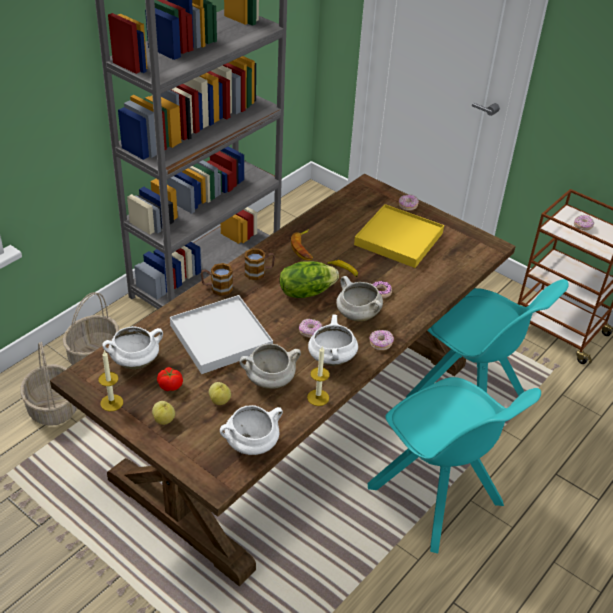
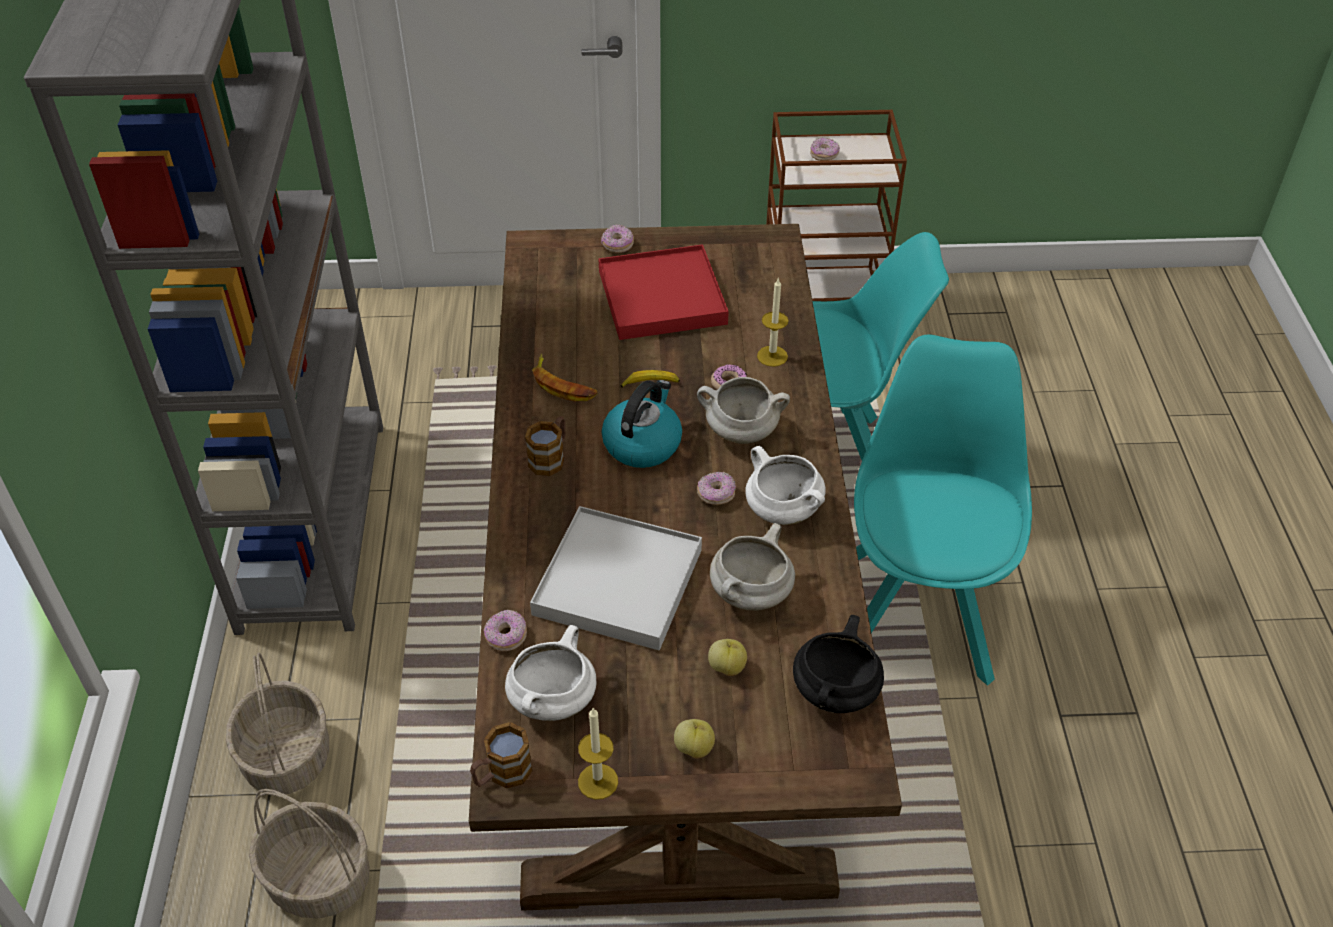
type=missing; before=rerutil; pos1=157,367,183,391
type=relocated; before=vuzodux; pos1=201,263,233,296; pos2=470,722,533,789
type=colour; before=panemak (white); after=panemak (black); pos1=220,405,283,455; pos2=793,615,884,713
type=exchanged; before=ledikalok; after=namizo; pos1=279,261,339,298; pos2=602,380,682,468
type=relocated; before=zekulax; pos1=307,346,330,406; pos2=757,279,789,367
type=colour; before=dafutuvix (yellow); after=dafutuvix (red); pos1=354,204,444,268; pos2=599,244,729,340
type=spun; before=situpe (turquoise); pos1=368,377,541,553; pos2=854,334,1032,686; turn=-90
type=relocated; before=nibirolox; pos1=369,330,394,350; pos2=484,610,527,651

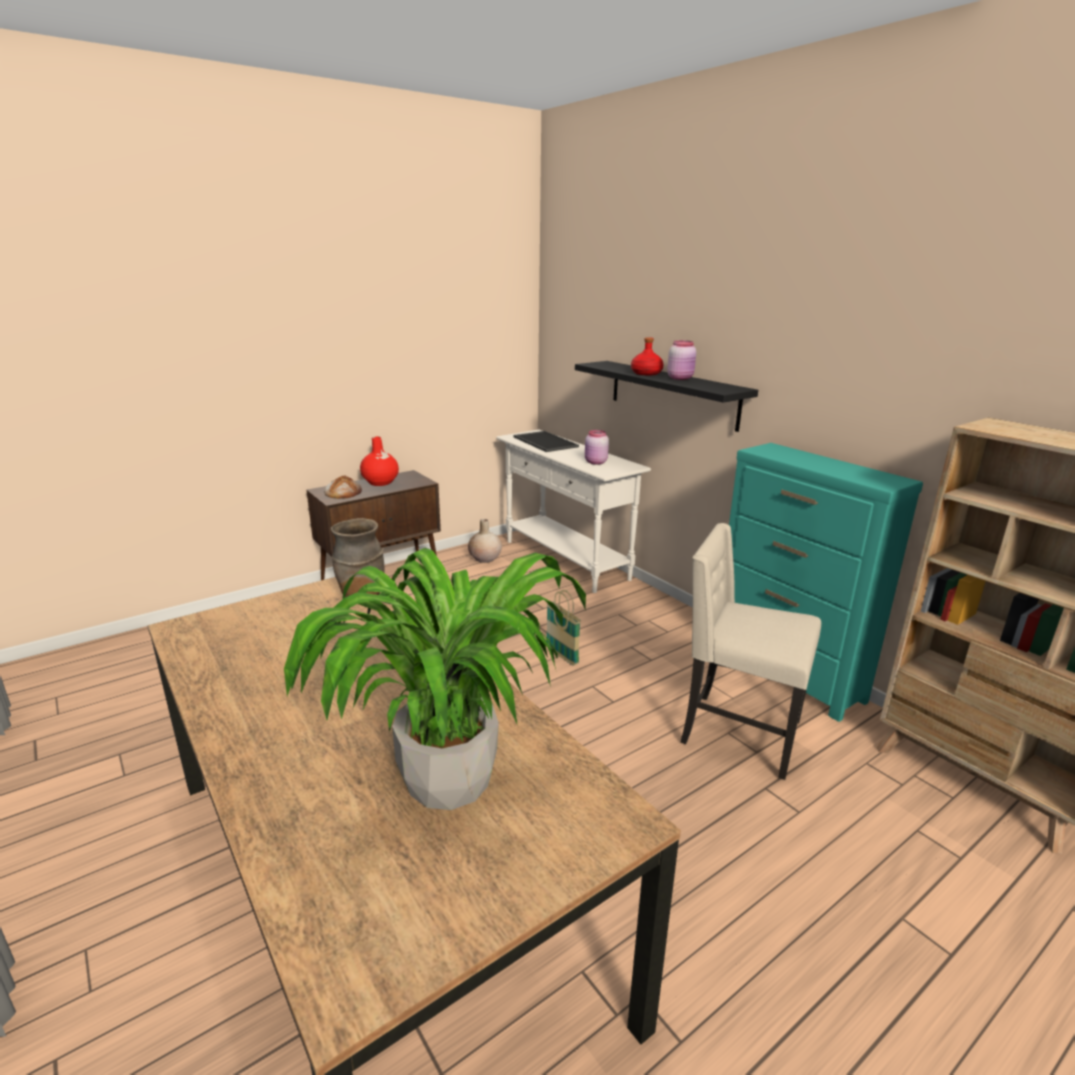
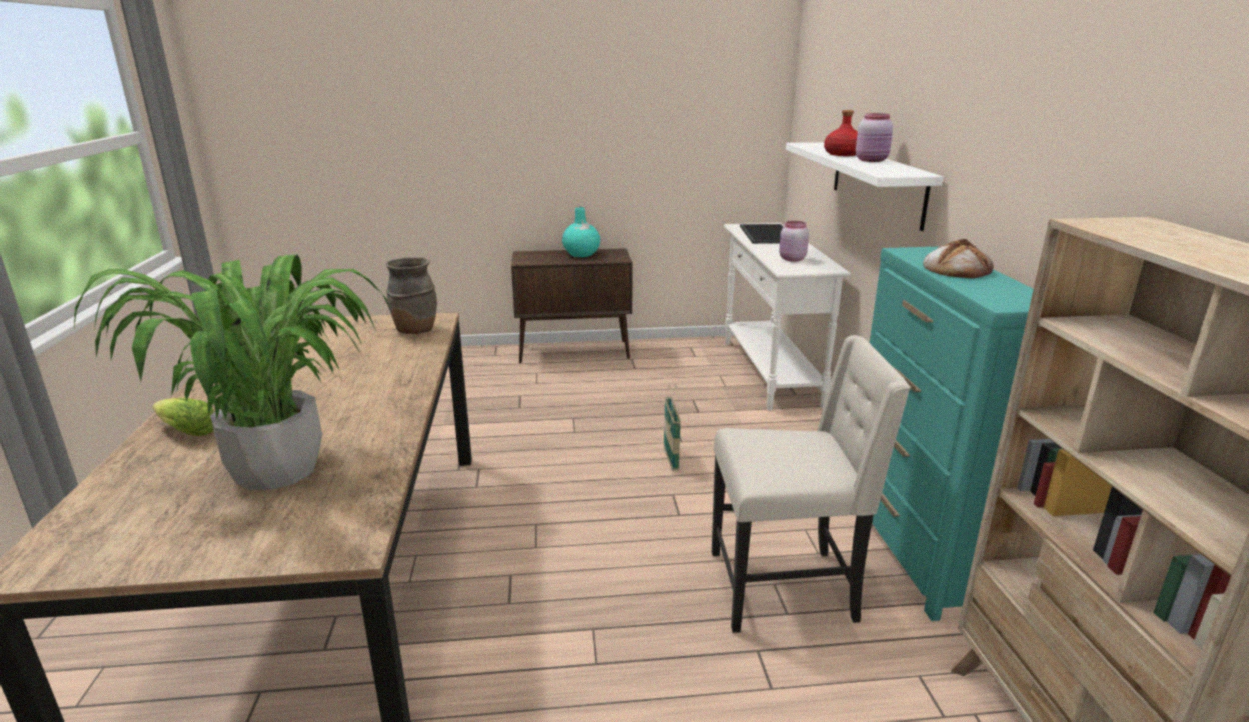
type=relocated; before=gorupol; pos1=324,476,362,499; pos2=923,239,994,278
type=colour; before=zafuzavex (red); after=zafuzavex (turquoise); pos1=360,437,399,486; pos2=562,207,600,257
type=missing; before=zafuzavex (beige); pos1=468,519,502,563
type=colour; before=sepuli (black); after=sepuli (white); pos1=575,361,758,432; pos2=786,142,943,231
type=spun; before=situpe (beige); pos1=681,523,821,780; pos2=712,335,911,633; turn=120
type=appeared; after=ledikalok; pos2=152,398,215,436

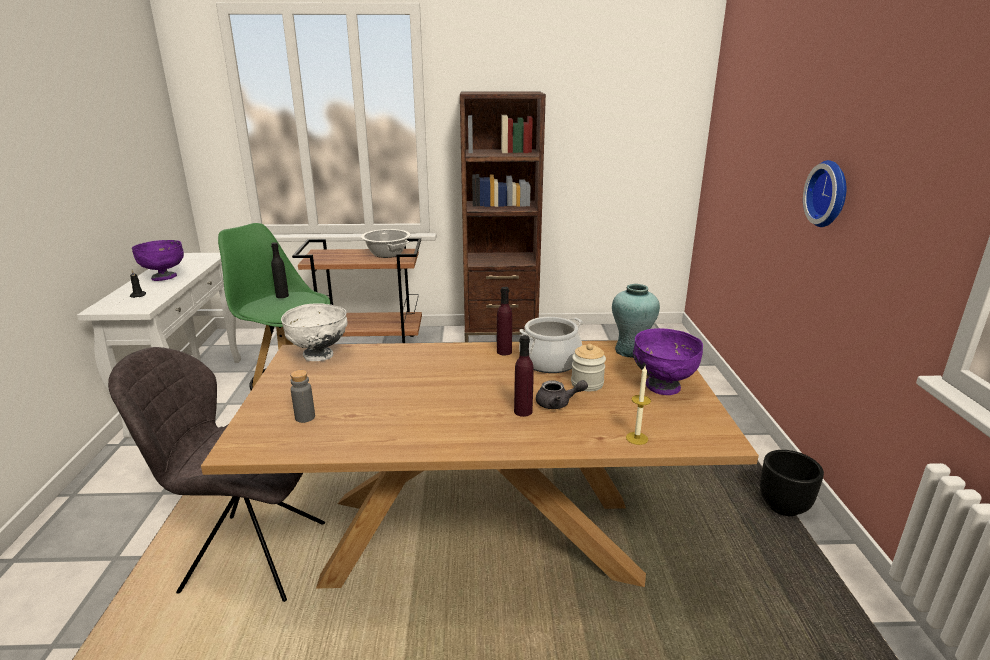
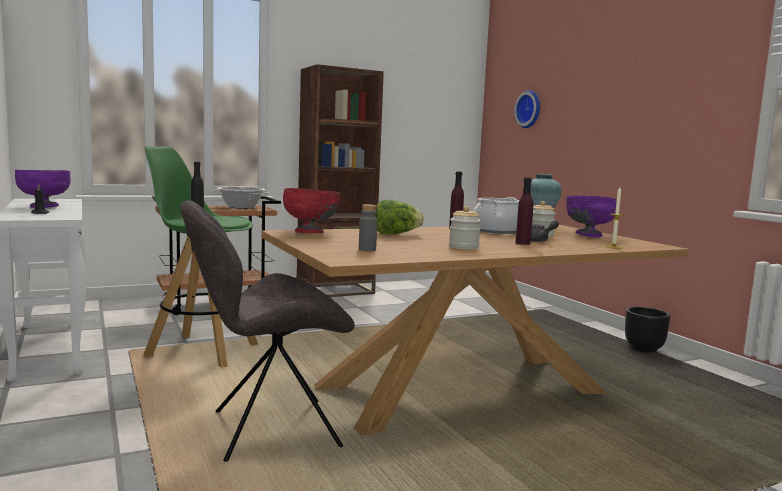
type=colour; before=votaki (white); after=votaki (red); pos1=281,303,348,361; pos2=283,188,339,233
type=relocated; before=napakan; pos1=803,160,846,227; pos2=514,90,540,128
type=appeared; after=ledikalok; pos2=375,200,424,235
type=appeared; after=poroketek; pos2=449,206,481,250

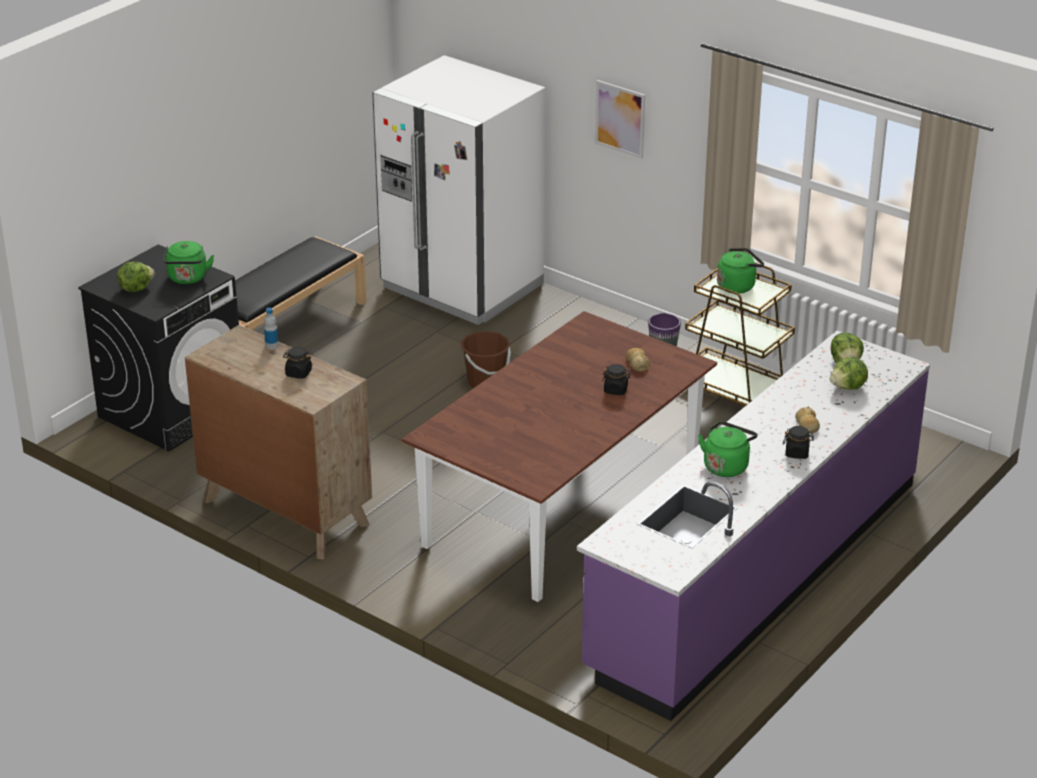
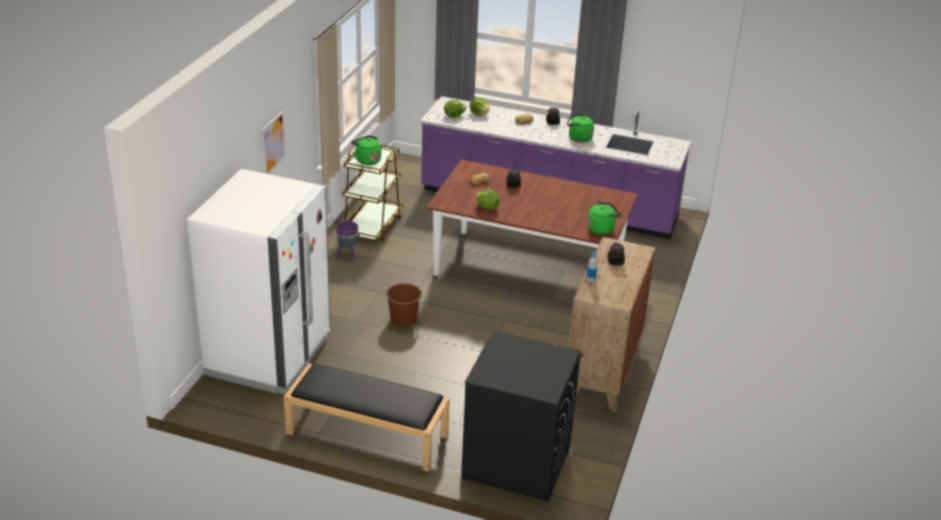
type=relocated; before=ledikalok; pos1=117,262,155,292; pos2=476,189,500,210
type=relocated; before=namizo (green); pos1=164,241,214,284; pos2=587,202,621,235

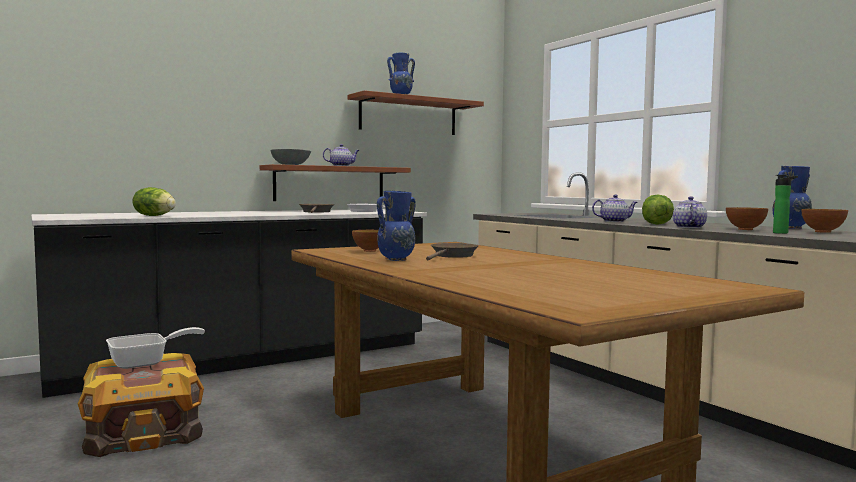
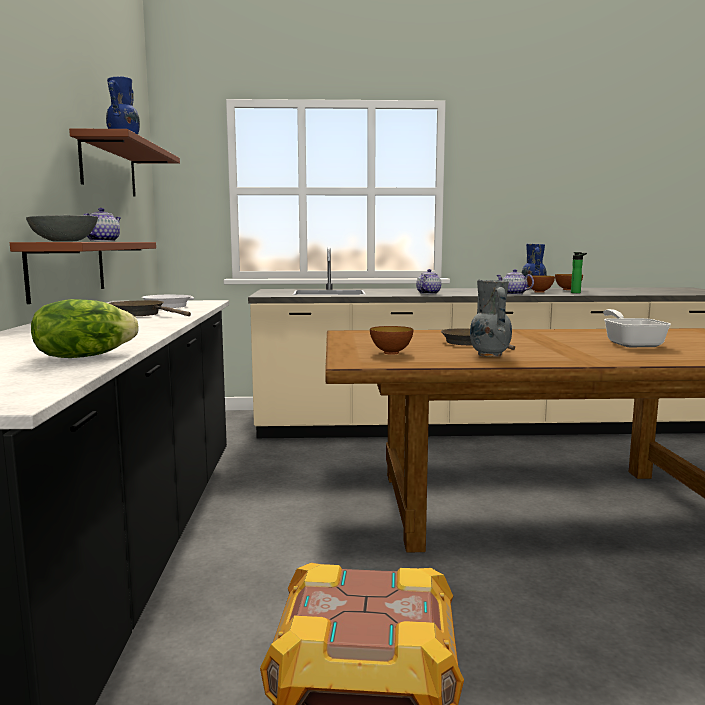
type=relocated; before=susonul; pos1=106,327,205,369; pos2=603,309,671,347
type=colour; before=zafuzavex (blue); after=zafuzavex (grey); pos1=377,191,416,261; pos2=470,280,512,357
type=missing; before=ledikalok; pos1=642,195,674,225

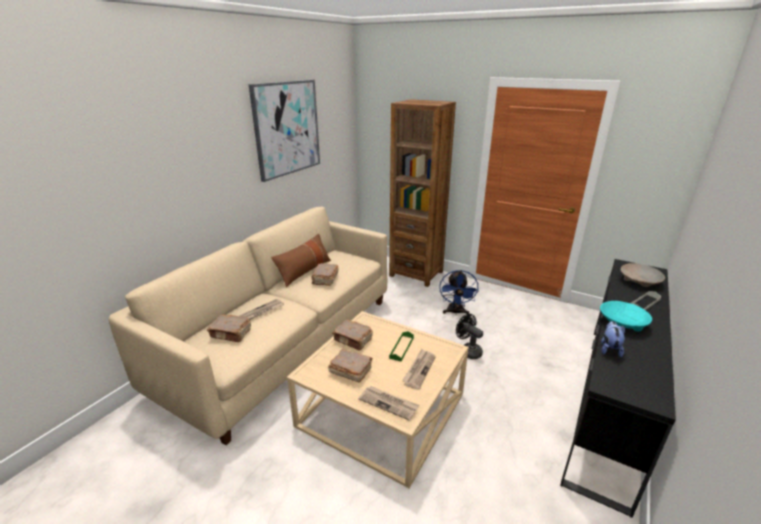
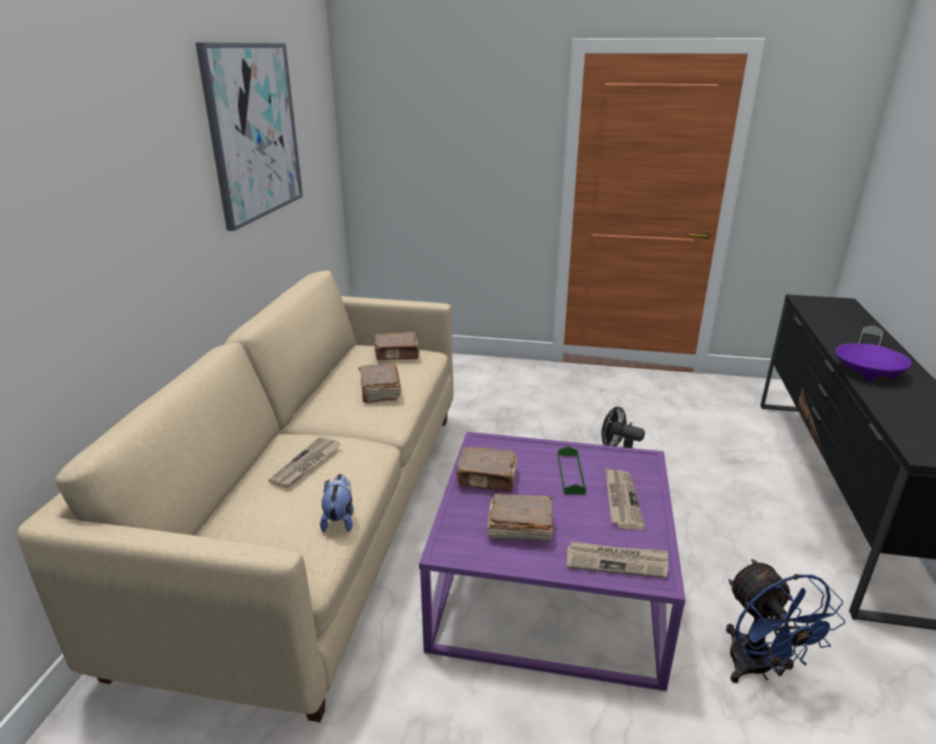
type=relocated; before=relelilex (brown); pos1=207,314,251,342; pos2=374,332,419,360
type=missing; before=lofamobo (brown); pos1=271,234,331,287
type=colour; before=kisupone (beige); after=kisupone (purple); pos1=287,311,469,488; pos2=419,432,685,691
type=missing; before=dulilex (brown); pos1=389,99,456,287
type=relocated; before=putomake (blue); pos1=439,270,479,315; pos2=726,559,845,683
type=colour; before=votaki (turquoise); after=votaki (purple); pos1=600,301,652,332; pos2=835,343,912,381
type=relocated; before=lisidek; pos1=601,321,625,358; pos2=320,474,354,532
type=missing; before=votaki (beige); pos1=621,263,665,287

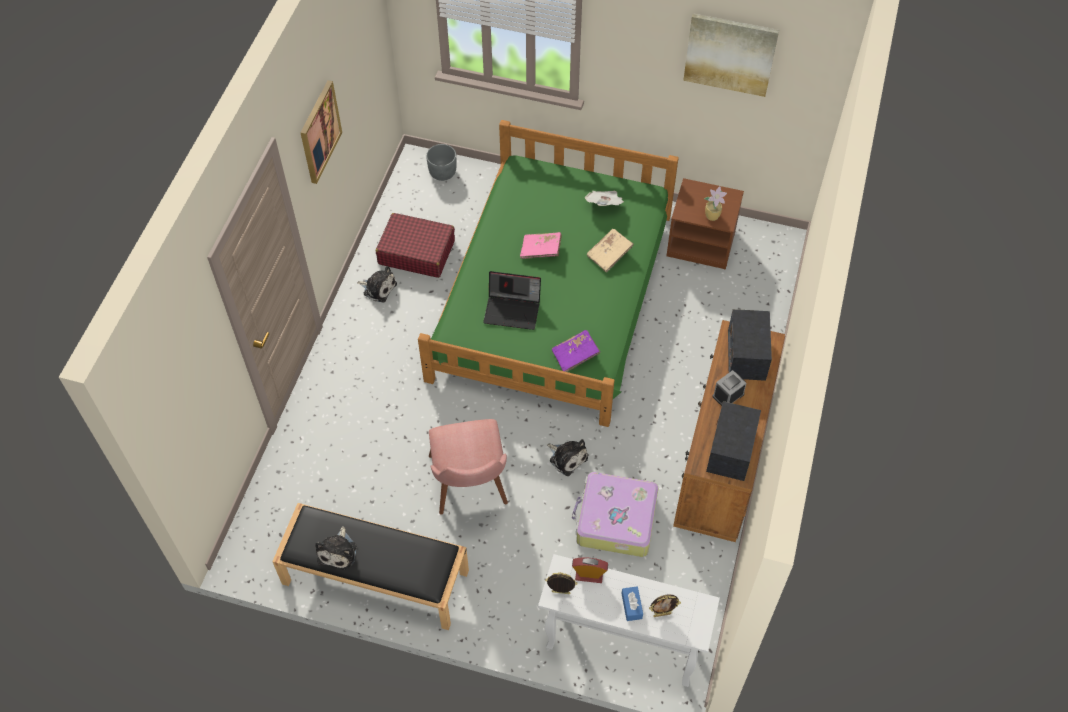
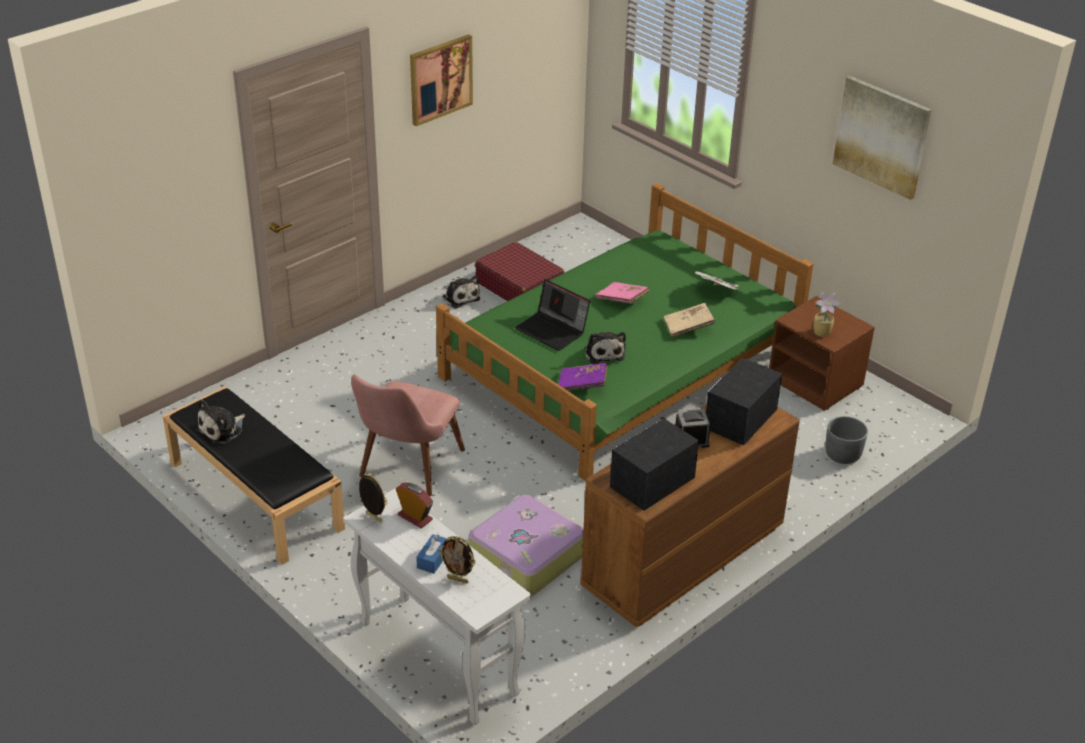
type=relocated; before=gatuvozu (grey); pos1=426,144,457,181; pos2=826,416,868,464
type=relocated; before=lisidek; pos1=547,439,588,476; pos2=584,332,626,364

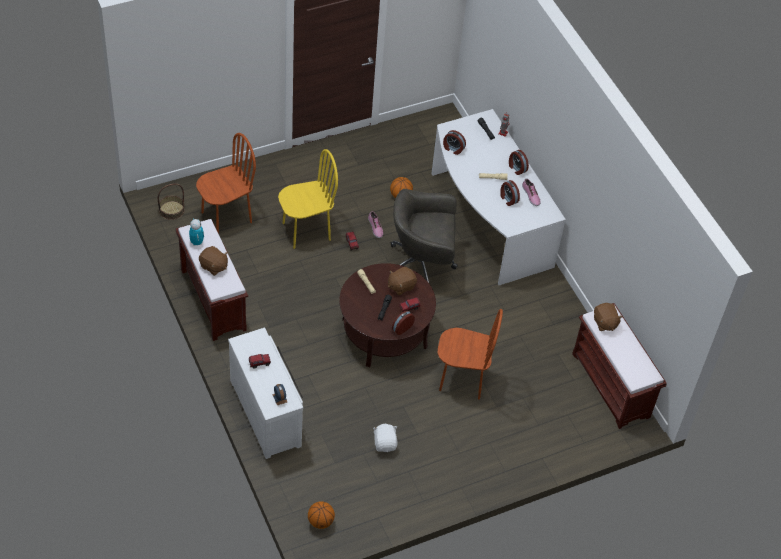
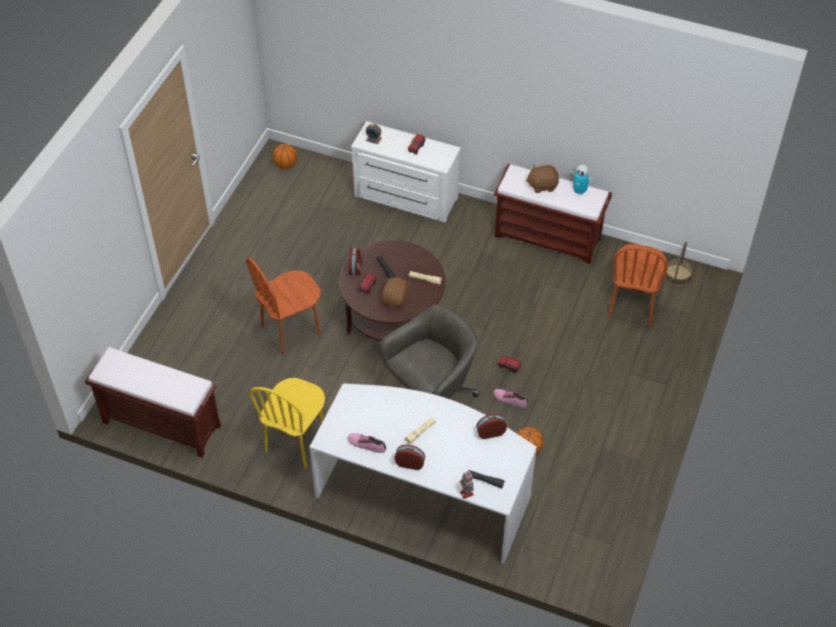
type=relocated; before=situpe (yellow); pos1=278,149,338,249; pos2=250,378,325,468
type=missing; before=lisidek (white); pos1=373,424,398,452
type=missing; before=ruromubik; pos1=500,180,520,206
type=missing; before=lisidek (brown); pos1=594,303,622,331

